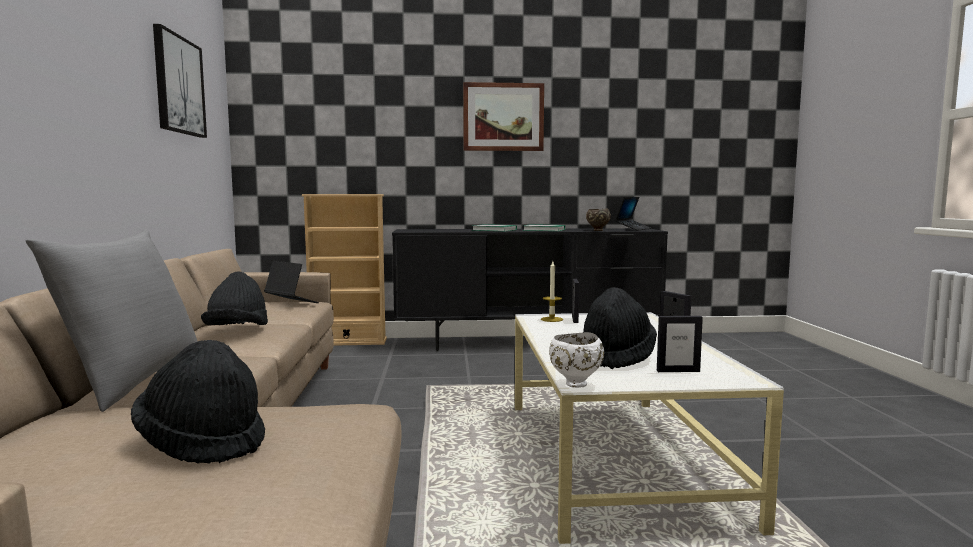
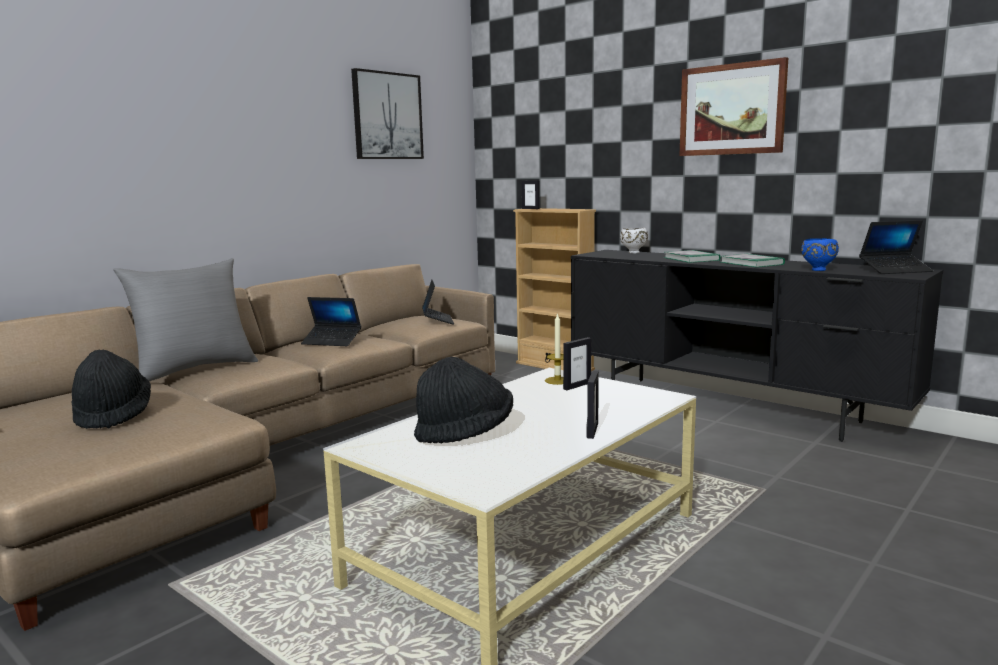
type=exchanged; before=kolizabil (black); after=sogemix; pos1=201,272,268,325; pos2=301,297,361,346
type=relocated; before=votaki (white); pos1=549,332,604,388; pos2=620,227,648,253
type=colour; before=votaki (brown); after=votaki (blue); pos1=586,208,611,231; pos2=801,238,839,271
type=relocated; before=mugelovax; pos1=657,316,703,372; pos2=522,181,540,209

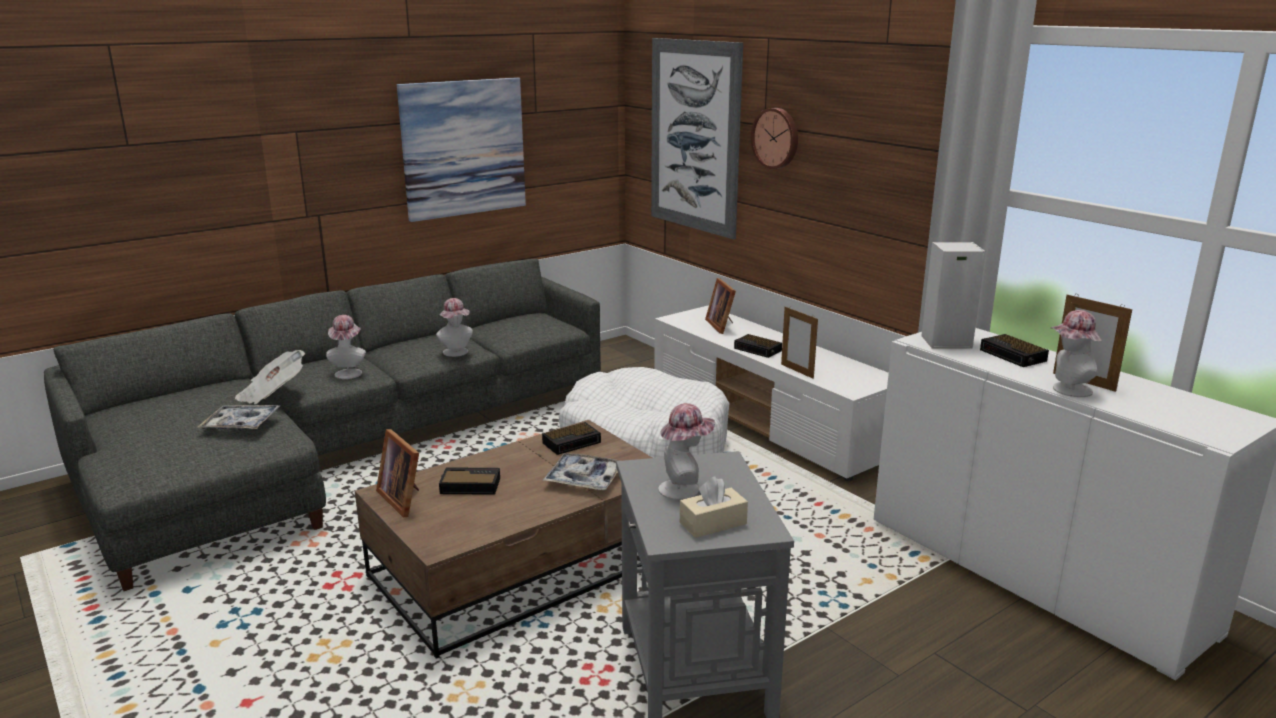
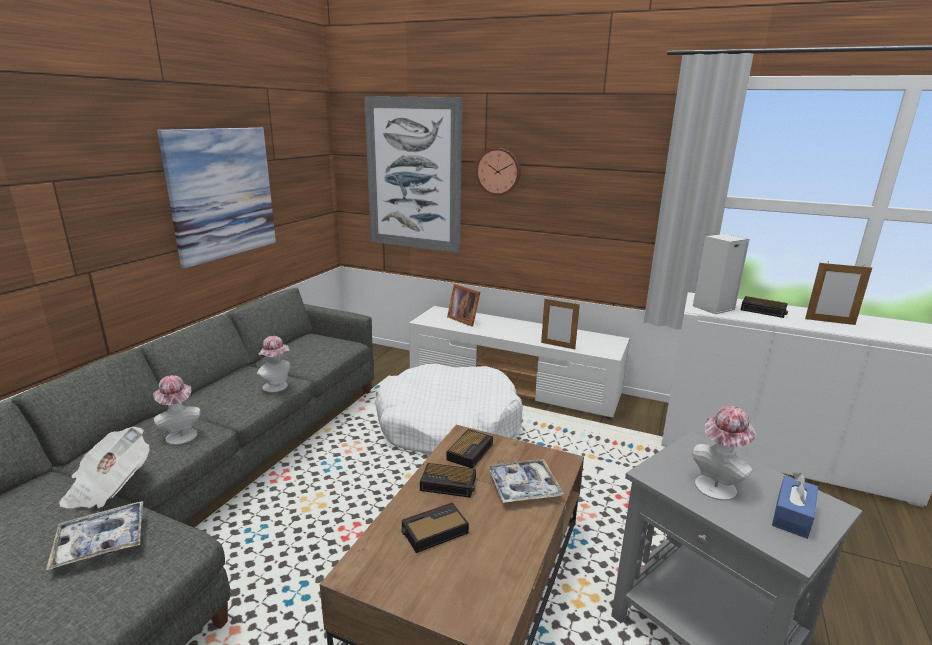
type=missing; before=mugelovax; pos1=376,429,419,517
type=colour; before=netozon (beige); after=netozon (blue); pos1=680,476,748,538; pos2=772,472,818,539
type=relocated; before=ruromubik; pos1=734,334,782,358; pos2=420,463,476,498
type=missing; before=kolizabil; pos1=1051,310,1102,397

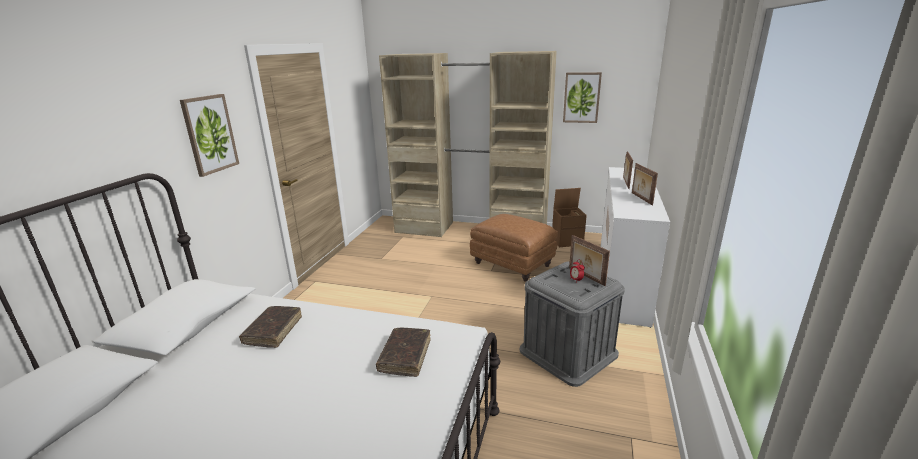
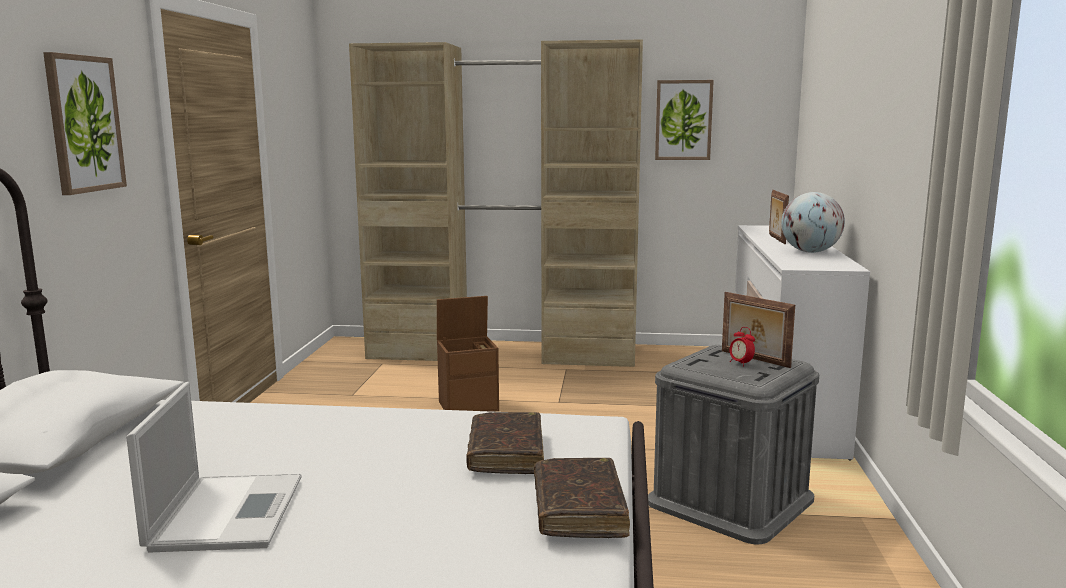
type=relocated; before=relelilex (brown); pos1=239,306,302,348; pos2=534,458,630,538
type=missing; before=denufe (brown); pos1=470,214,558,282
type=relocated; before=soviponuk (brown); pos1=552,188,587,247; pos2=437,296,499,412
type=exchanged; before=mugelovax; after=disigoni; pos1=632,163,658,205; pos2=781,192,845,253
type=appeared; after=sogemix; pos2=126,382,302,553

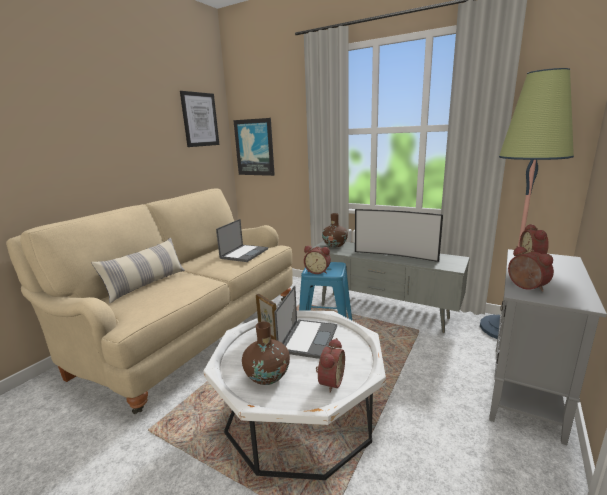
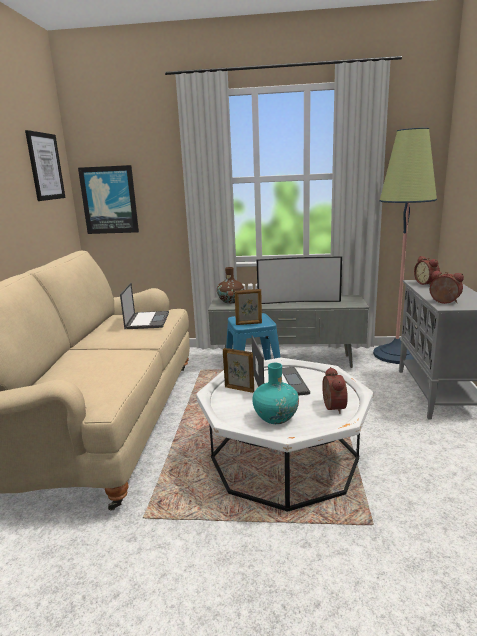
type=missing; before=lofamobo; pos1=91,238,185,303
type=colour; before=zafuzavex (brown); after=zafuzavex (turquoise); pos1=242,321,290,385; pos2=252,363,299,424
type=exchanged; before=ruromubik; after=mugelovax; pos1=304,246,331,274; pos2=235,289,262,325

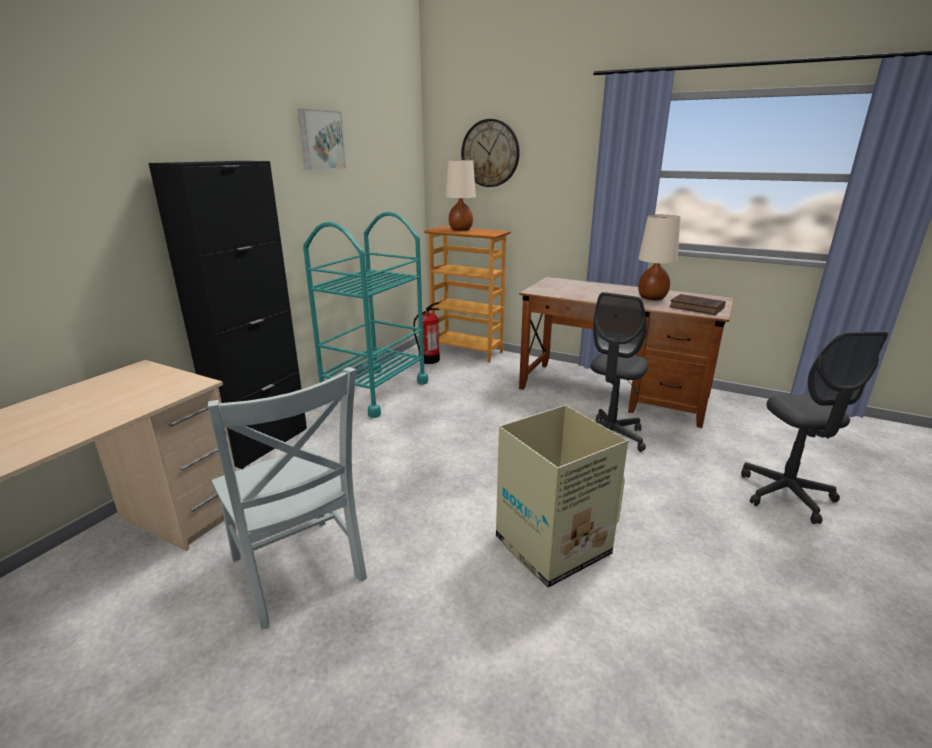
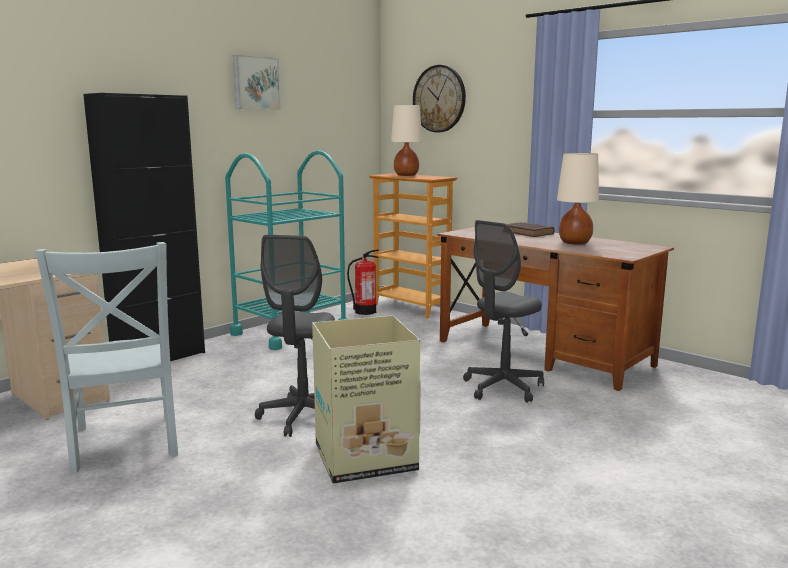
type=relocated; before=relelilex (brown); pos1=669,294,725,315; pos2=507,222,554,237
type=relocated; before=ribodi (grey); pos1=741,332,889,524; pos2=255,235,335,437

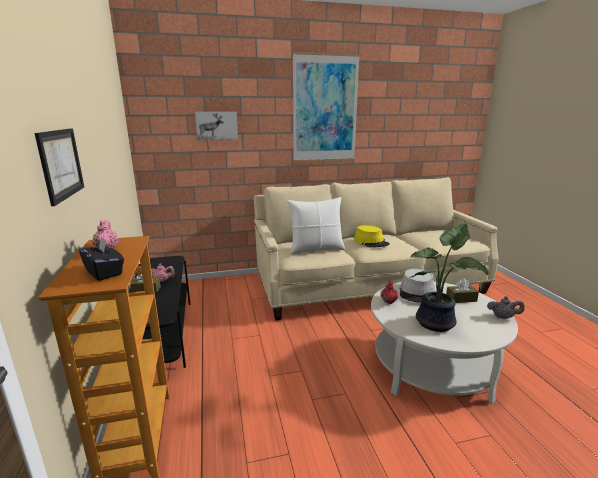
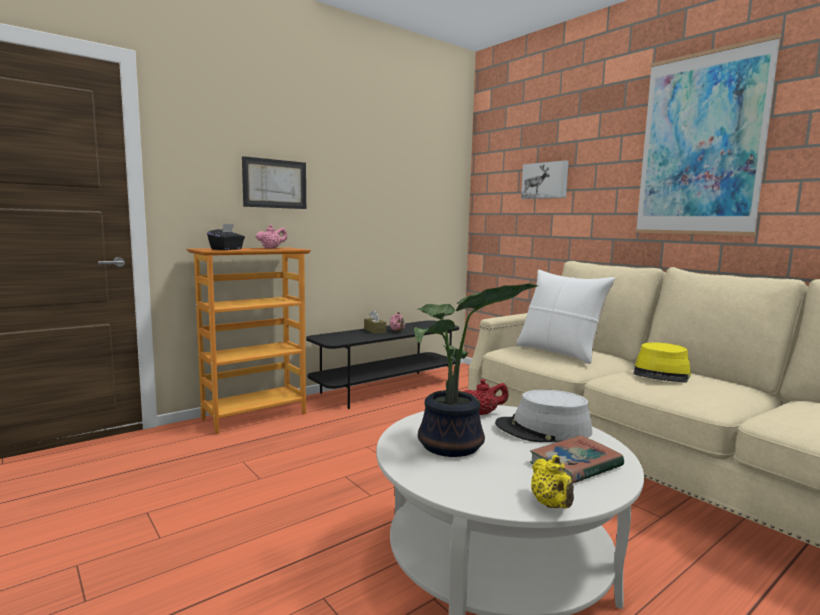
type=exchanged; before=netozon (brown); after=relelilex; pos1=446,278,479,303; pos2=530,435,624,483
type=colour; before=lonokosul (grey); after=lonokosul (yellow); pos1=487,296,525,319; pos2=531,455,574,509

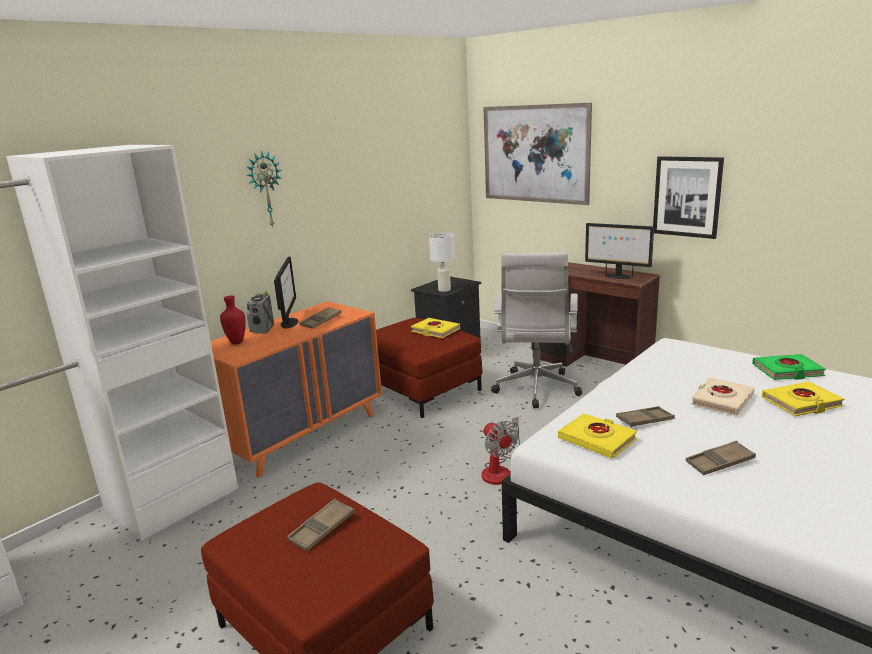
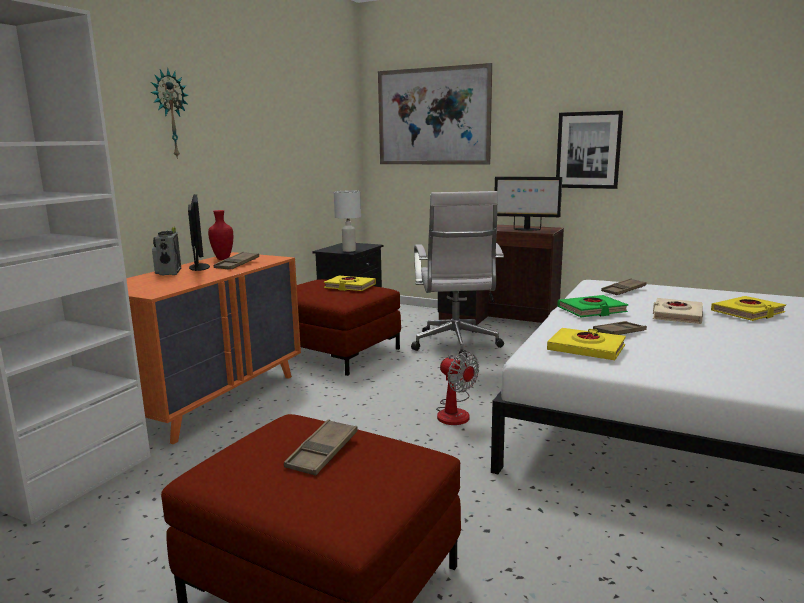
type=relocated; before=zafuzavex (red); pos1=220,296,246,345; pos2=208,210,233,260
type=relocated; before=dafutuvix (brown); pos1=686,441,756,475; pos2=601,278,646,295
type=relocated; before=relelilex (green); pos1=752,354,826,380; pos2=557,295,628,317

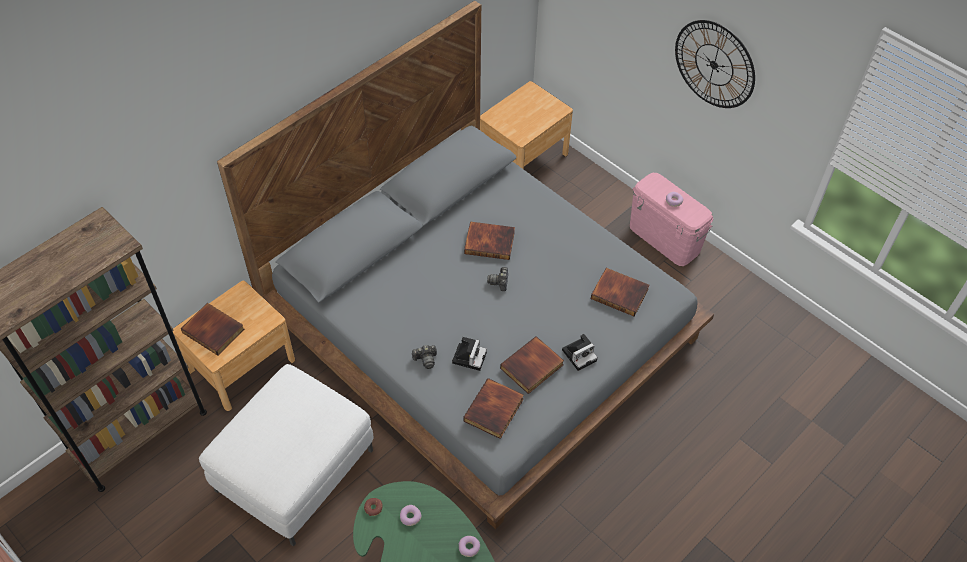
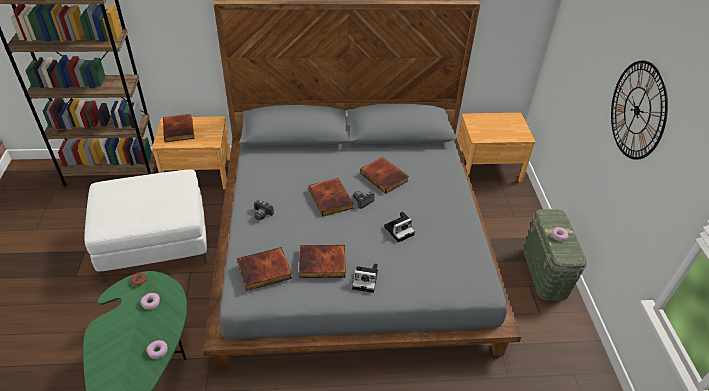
type=relocated; before=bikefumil; pos1=452,337,487,371; pos2=384,211,415,242
type=relocated; before=relelilex; pos1=591,268,649,317; pos2=309,178,353,217
type=colour; before=soviponuk (pink); after=soviponuk (green); pos1=630,173,713,266; pos2=524,209,587,300

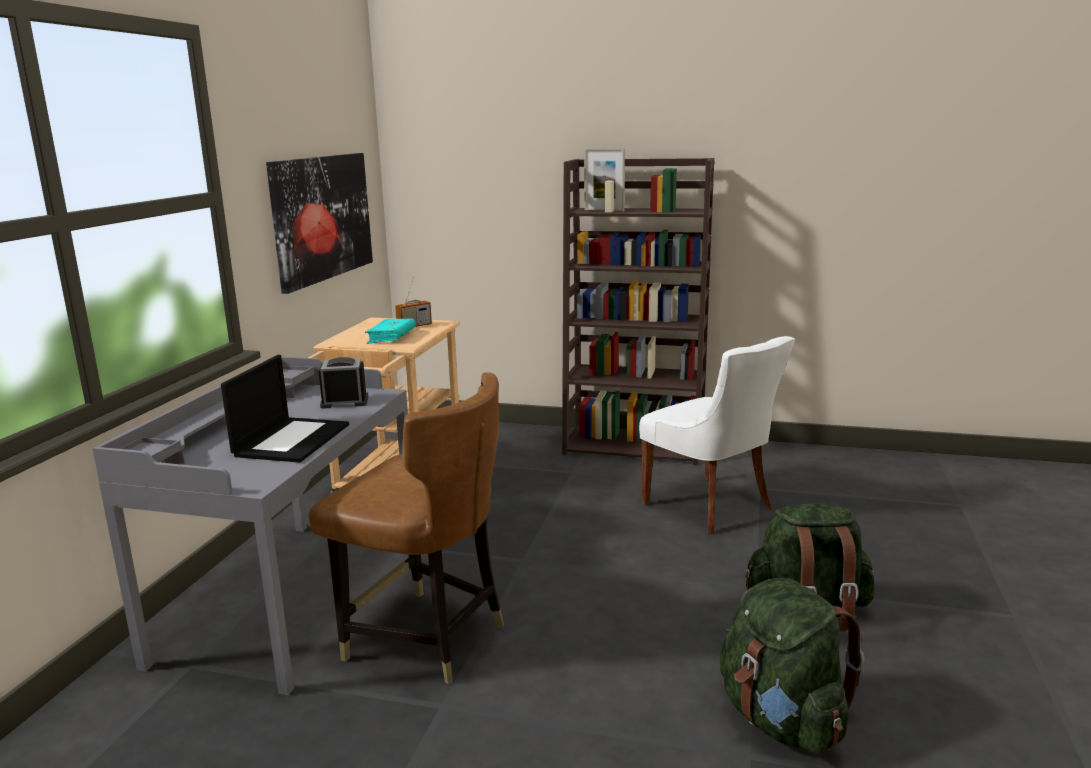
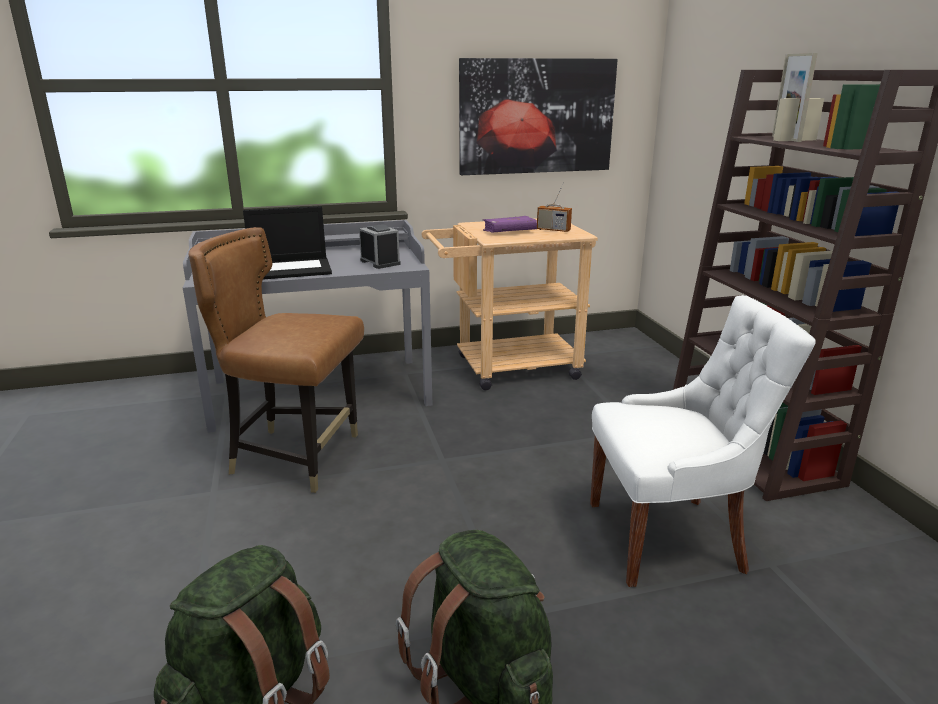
type=spun; before=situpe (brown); pos1=309,372,504,684; pos2=189,227,364,493; turn=105
type=colour; before=relelilex (turquoise); after=relelilex (purple); pos1=365,318,416,344; pos2=483,216,537,233
type=spun; before=situpe (white); pos1=639,336,795,534; pos2=590,295,815,587; turn=-120

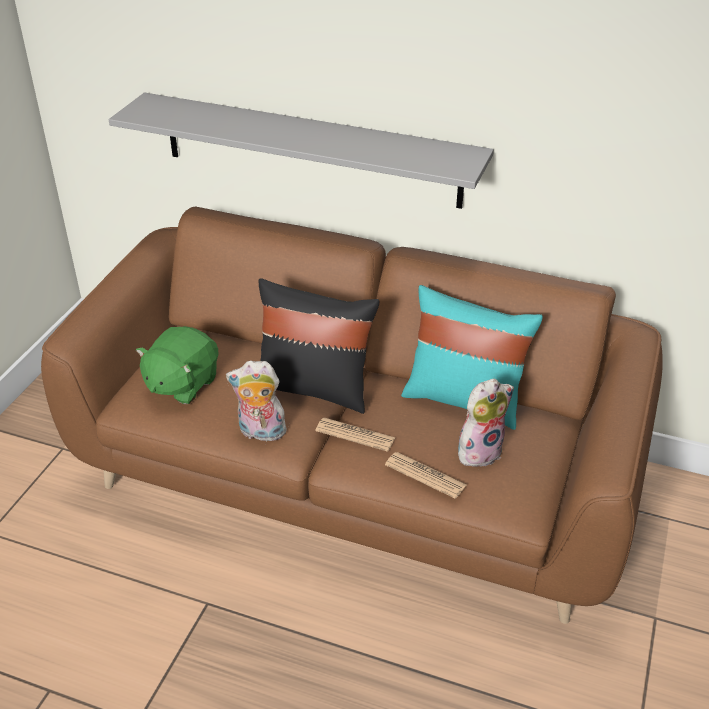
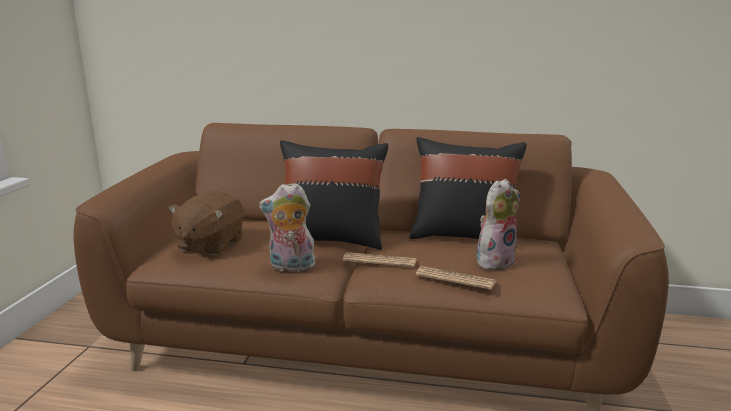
type=missing; before=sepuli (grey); pos1=109,93,494,209
type=colour; before=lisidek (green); after=lisidek (brown); pos1=136,326,218,404; pos2=168,190,244,256
type=colour; before=lofamobo (turquoise); after=lofamobo (black); pos1=401,285,543,430; pos2=409,137,527,239

